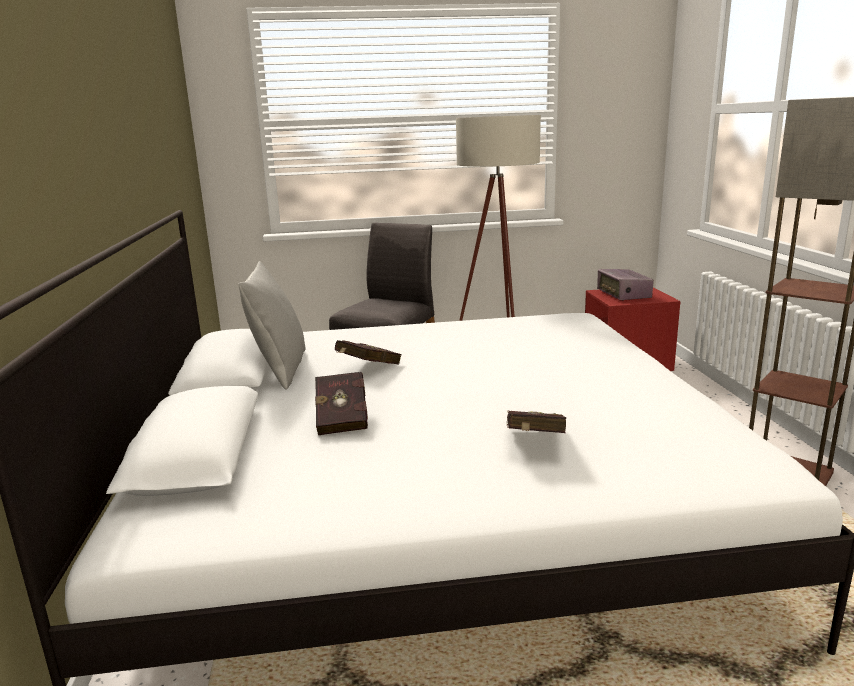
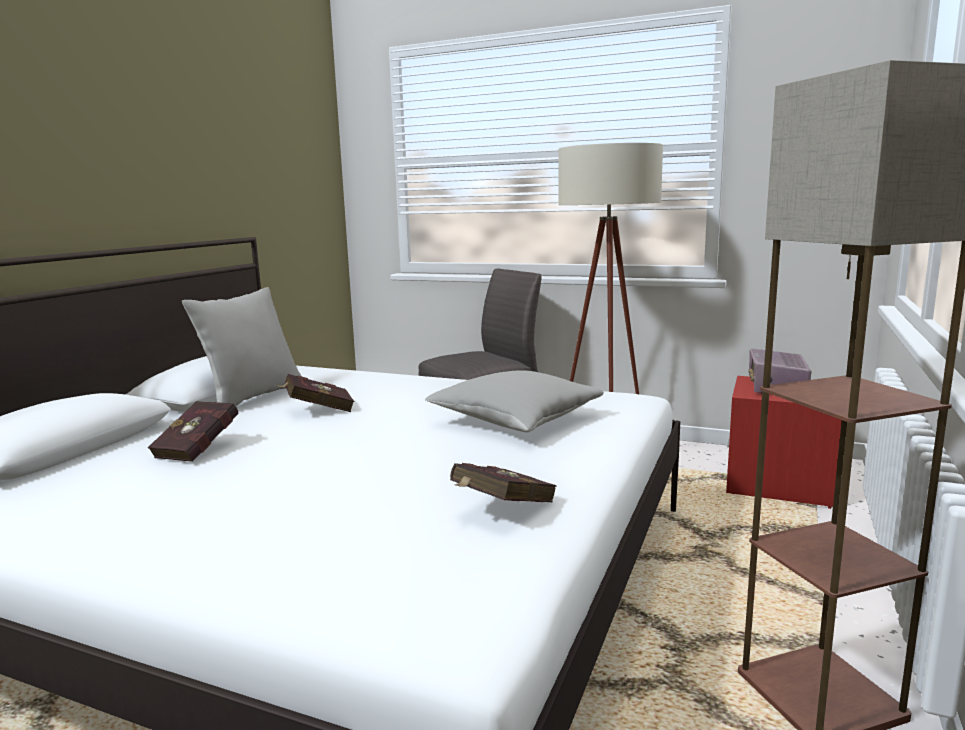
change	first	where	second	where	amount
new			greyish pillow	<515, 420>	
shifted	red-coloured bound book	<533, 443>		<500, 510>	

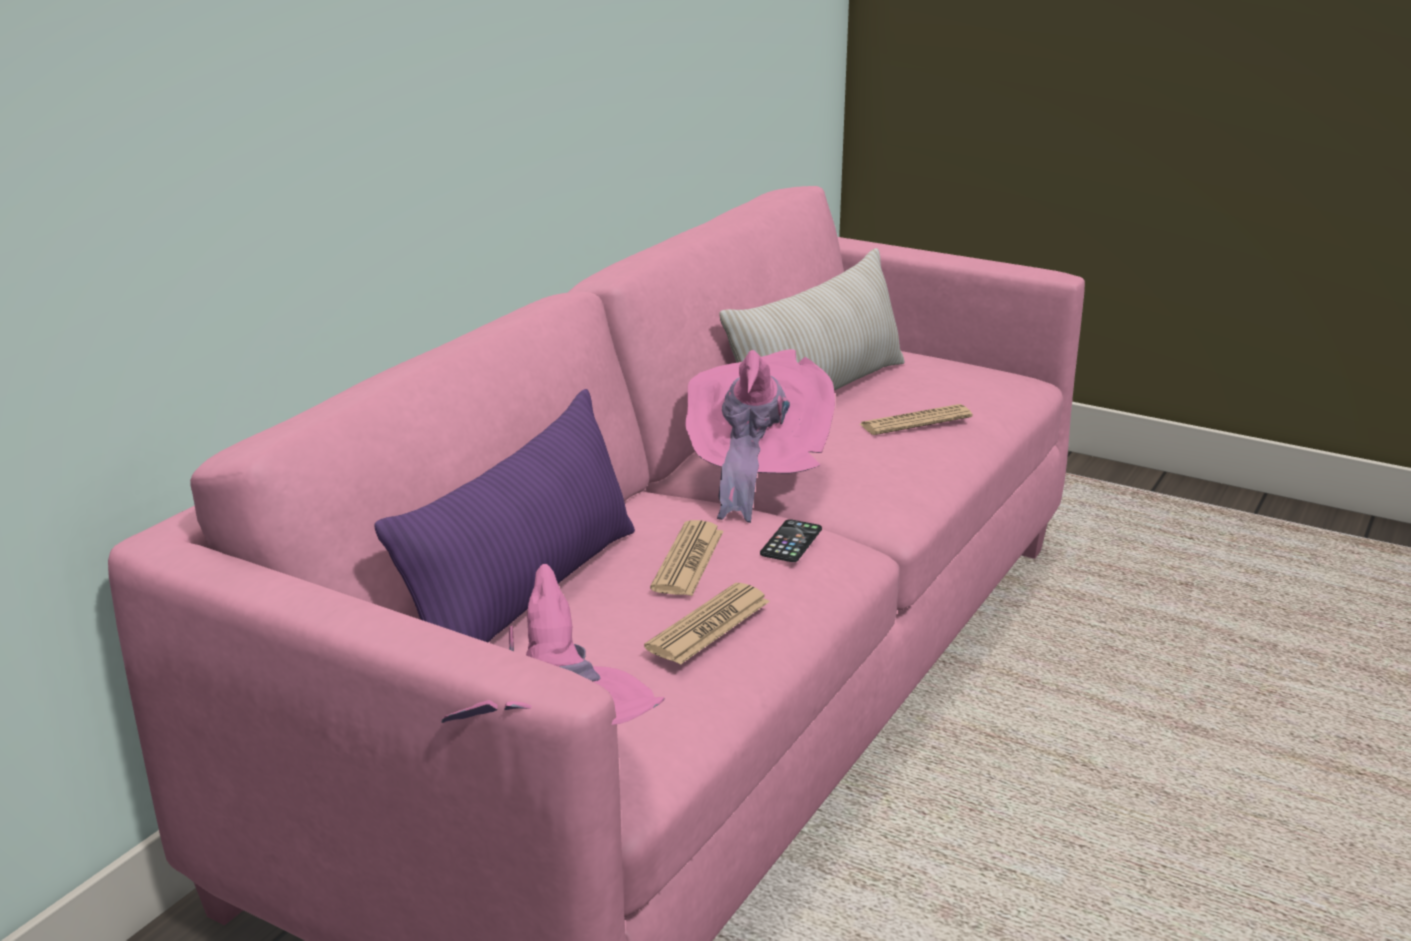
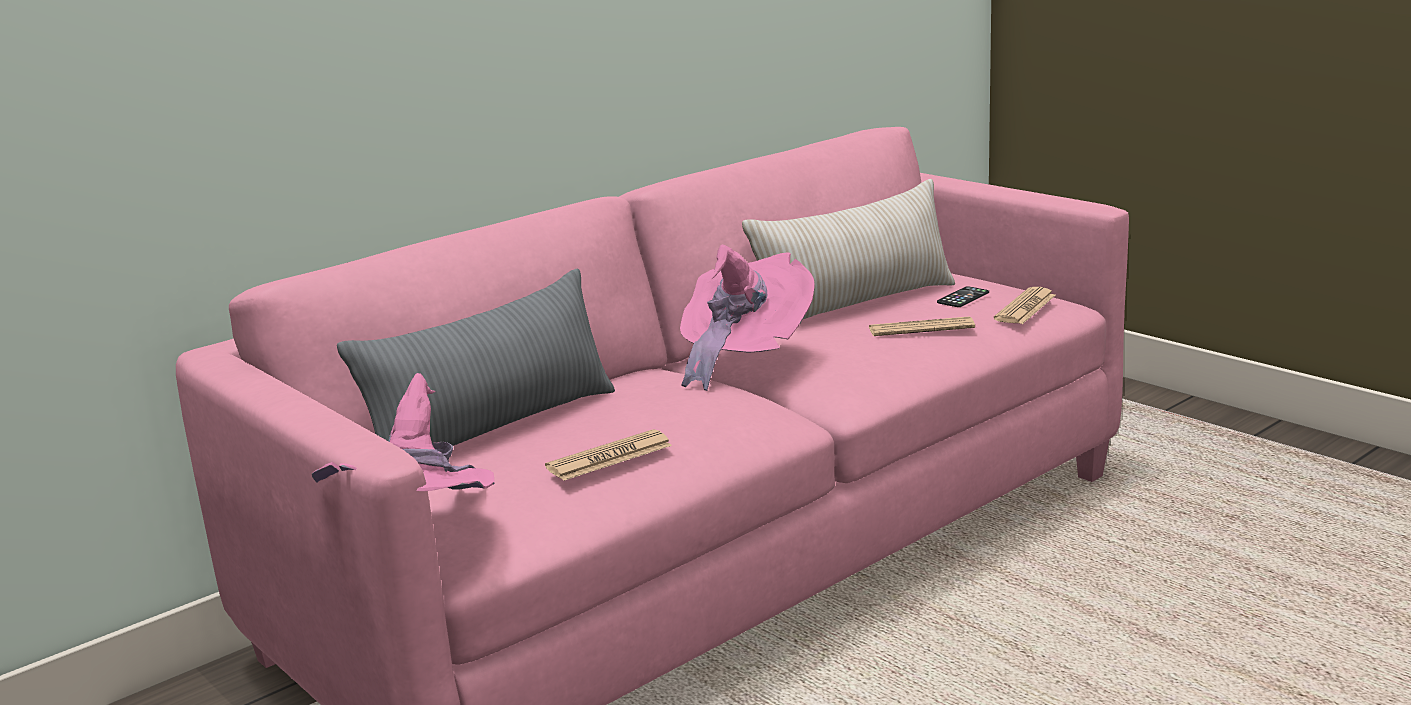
change	first	where	second	where	amount
shifted	printed paper	<688, 560>		<1025, 307>	
shifted	handset	<791, 542>		<963, 298>	
repainted	purple pillow	<525, 598>	greyish pillow	<494, 429>	

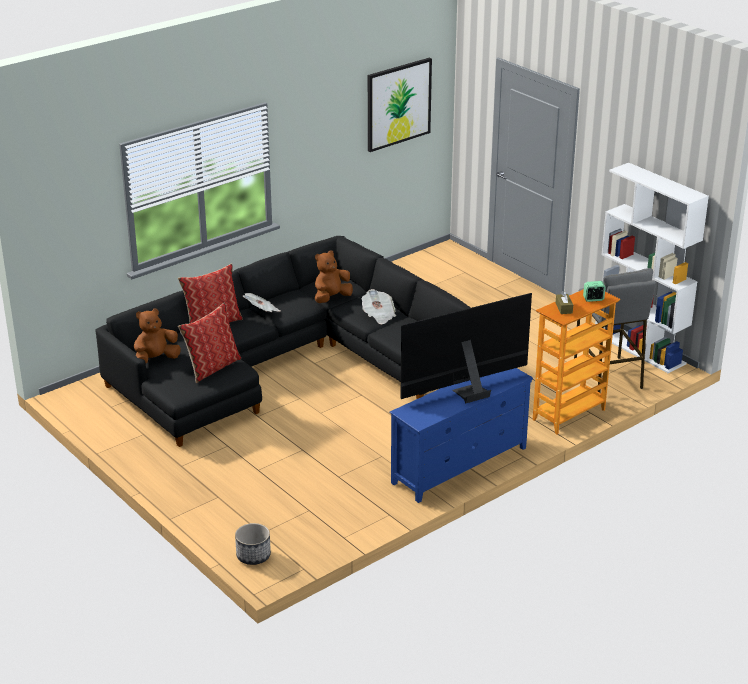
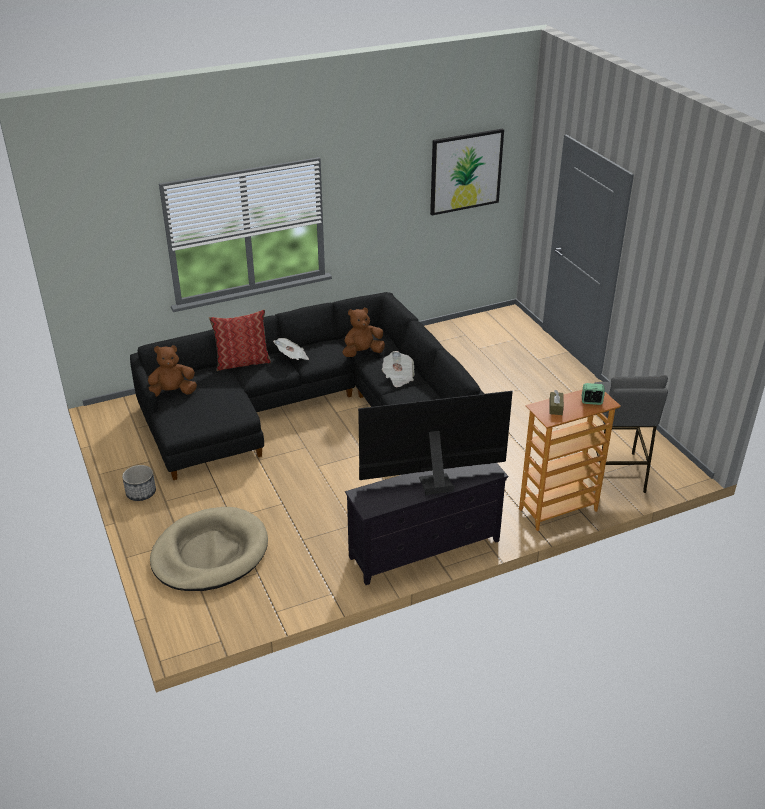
change	first	where	second	where	amount
gone	pillow	<212, 367>			
gone	white-coloured bookshelf	<640, 348>			
new			beige dog bed	<210, 553>	
shifted	plant pot	<253, 556>		<141, 493>	
repainted	blue tv unit	<460, 466>	black-coloured tv unit	<424, 550>	

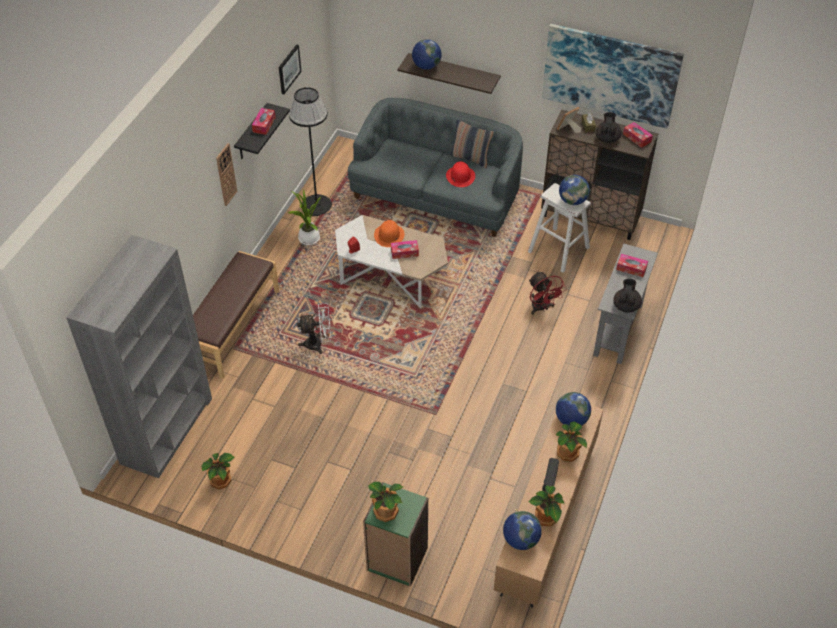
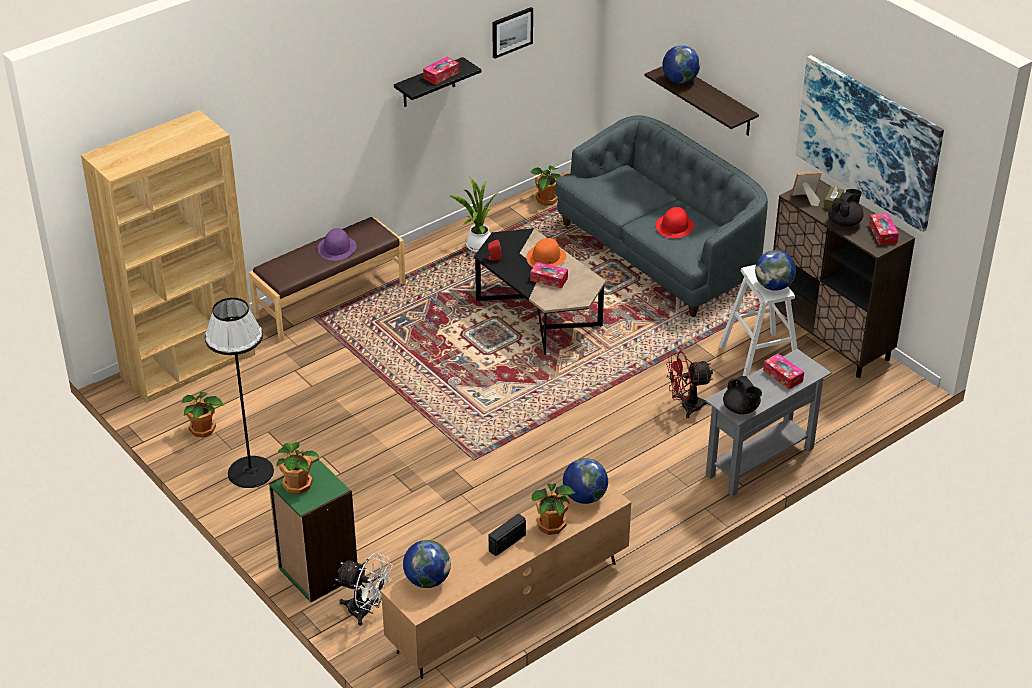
change	first	where	second	where	amount
gone	hanging clock	<226, 174>			
gone	pillow	<470, 158>			
new			purple hat	<337, 248>	
shifted	black-coloured floor lamp	<316, 205>		<250, 472>	
shifted	white-coloured fan	<318, 344>		<366, 611>	
shifted	plant in a pot	<546, 518>		<546, 200>	
repainted	greyish bookshelf	<167, 430>	brownish bookshelf	<188, 365>	
repainted	white-coloured low table	<391, 276>	black-coloured low table	<539, 313>	
rotated	red-coloured fan	<541, 308>		<685, 406>	75 degrees clockwise
rotated	black-coloured pot for tea	<626, 306>		<741, 409>	105 degrees clockwise

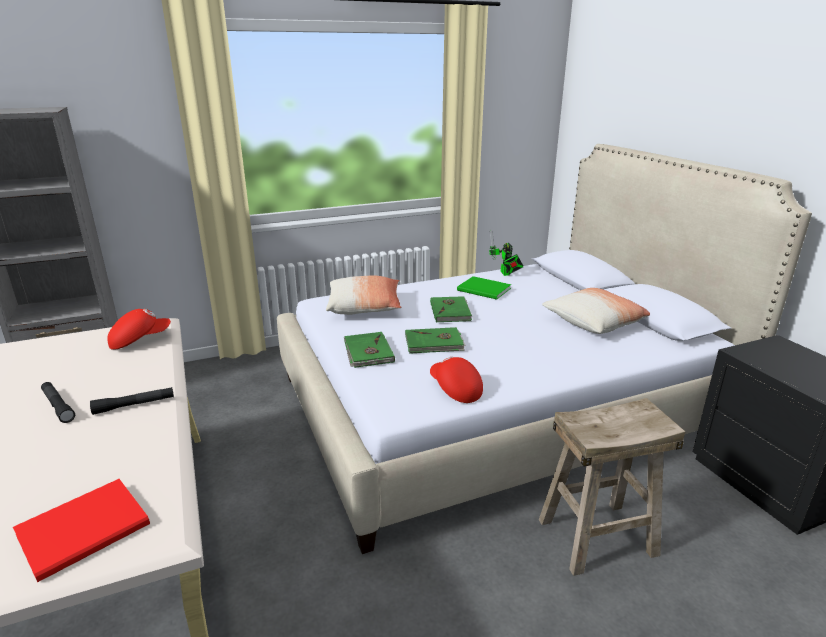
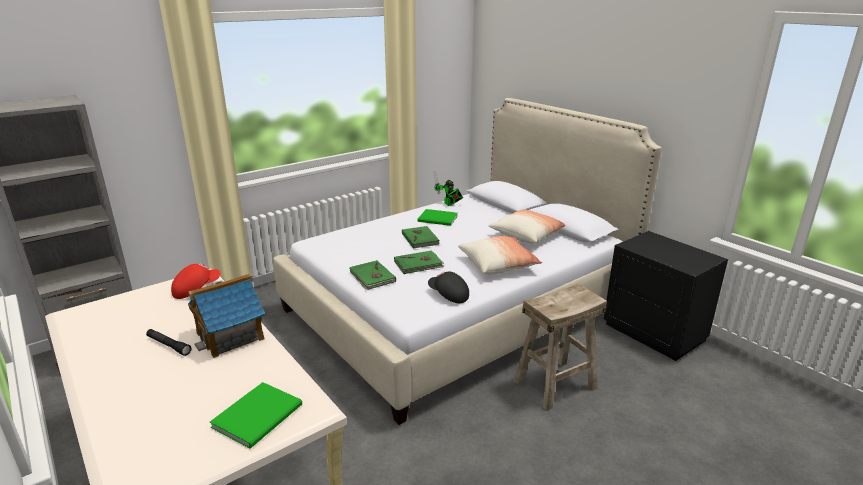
change	first	where	second	where	amount
shifted	pillow	<364, 307>		<498, 265>	
swapped	black-coloured hand torch	<134, 405>	toy house	<231, 336>	
repainted	red-coloured bound book	<88, 529>	green-coloured bound book	<260, 415>	
repainted	red-coloured peaked cap	<455, 389>	black-coloured peaked cap	<448, 295>	

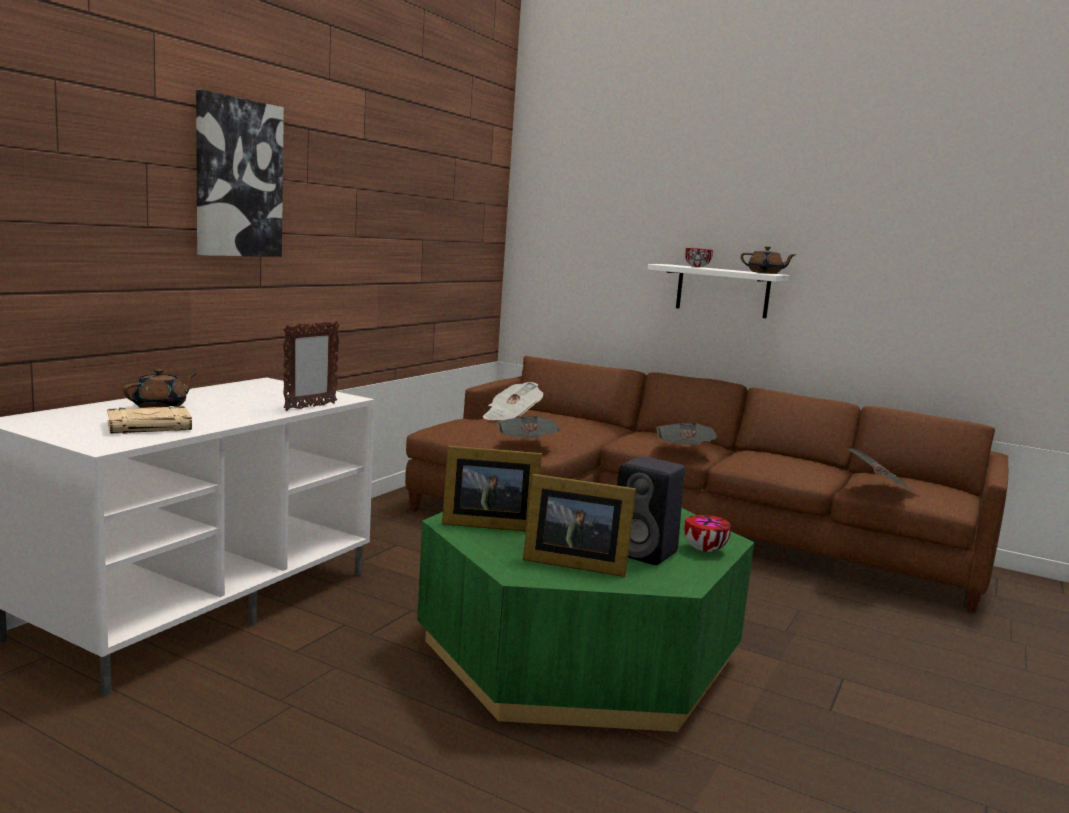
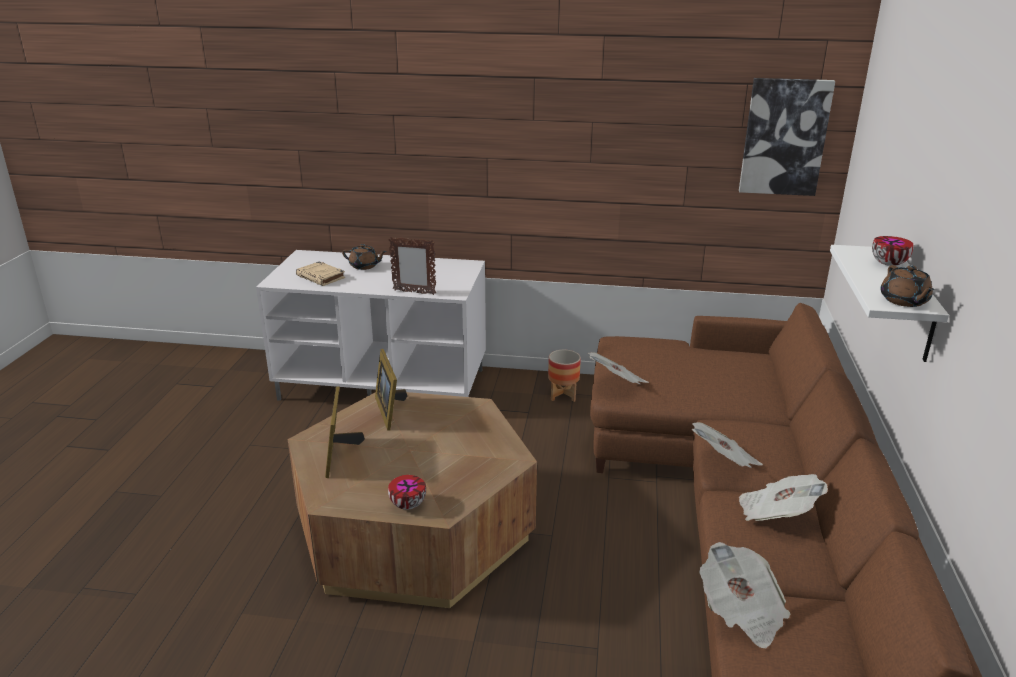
change	first	where	second	where	amount
gone	black-coloured loudspeaker	<645, 553>			
new			plant pot	<563, 395>	
shifted	wall art	<238, 178>		<784, 137>	
shifted	printed paper	<510, 417>		<776, 514>	
repainted	green-coloured low table	<578, 652>	brownish low table	<414, 530>	

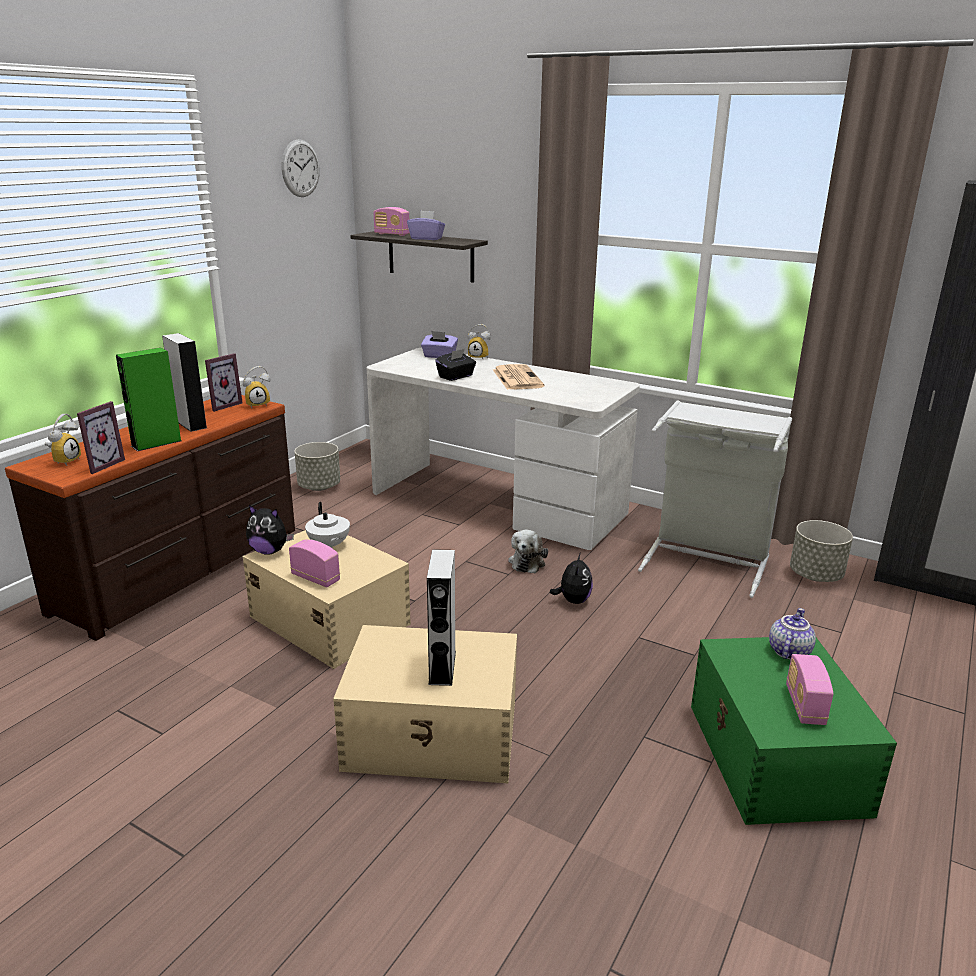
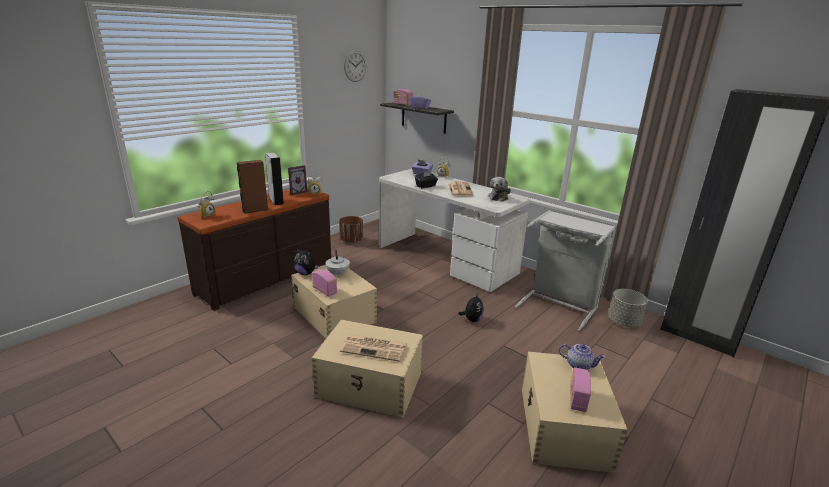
change	first	where	second	where	amount
gone	photo frame	<100, 465>			
shifted	cuddly toy	<527, 562>		<498, 197>	
swapped	greyish loudspeaker	<442, 667>	printed paper	<375, 348>	
repainted	green-coloured loudspeaker	<156, 443>	brownish loudspeaker	<255, 210>	
repainted	greyish plant pot	<319, 486>	brownish plant pot	<351, 240>	
repainted	green-coloured storage container	<775, 759>	beige storage container	<563, 428>	
rotated	pot for tea	<788, 651>		<579, 365>	75 degrees clockwise

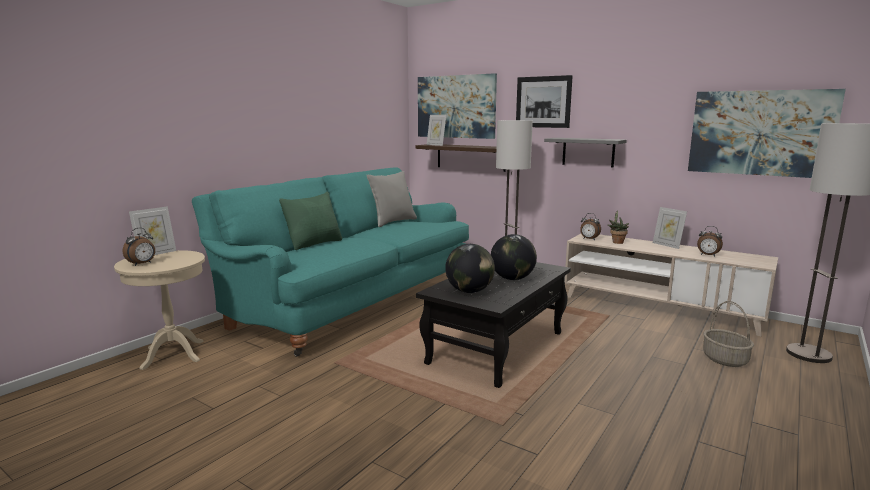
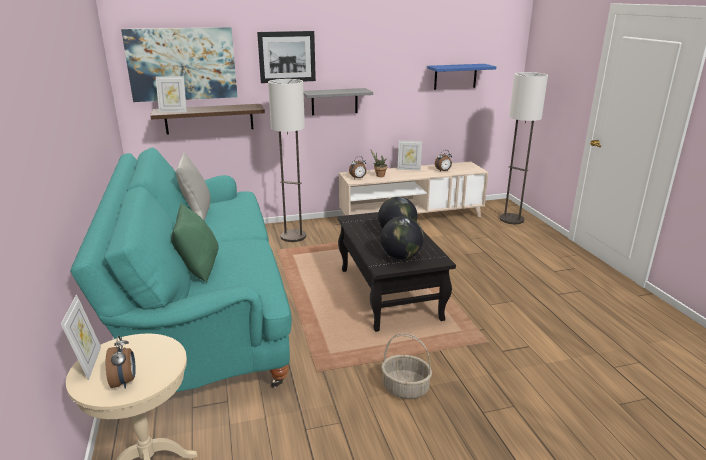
change	first	where	second	where	amount
shifted	basket	<725, 359>		<406, 388>	
swapped	wall art	<760, 133>	blue bracket shelf	<455, 76>	

